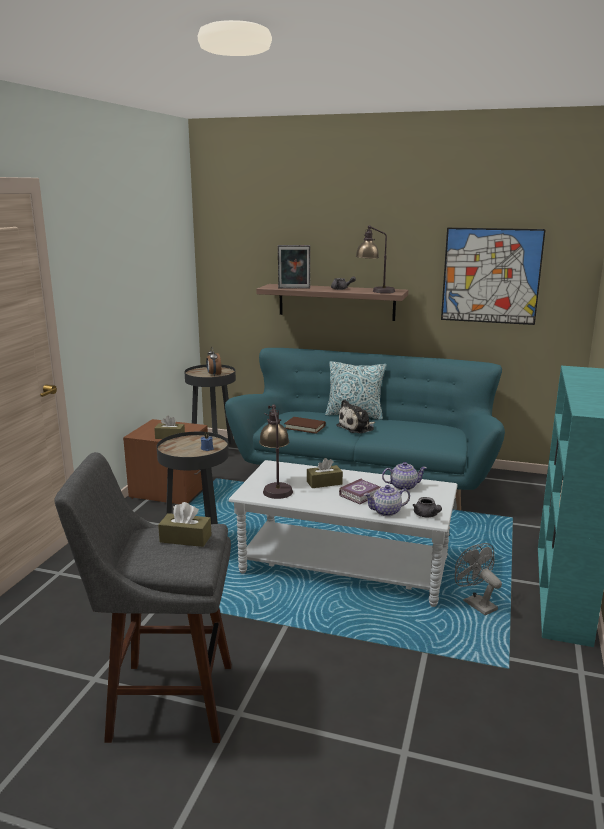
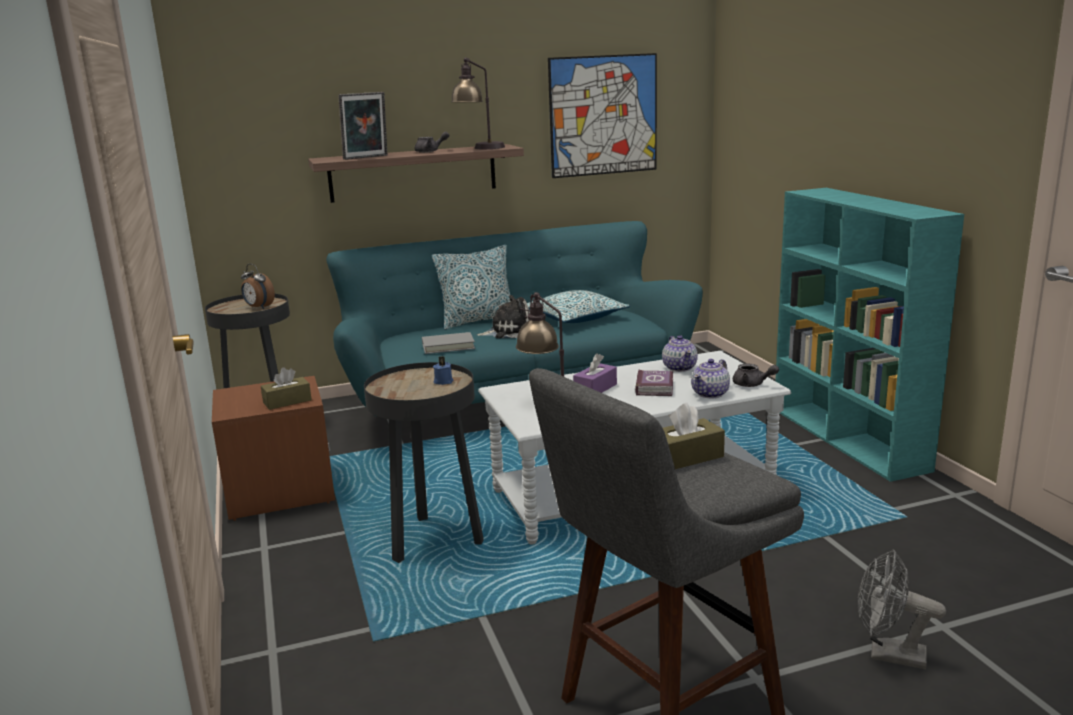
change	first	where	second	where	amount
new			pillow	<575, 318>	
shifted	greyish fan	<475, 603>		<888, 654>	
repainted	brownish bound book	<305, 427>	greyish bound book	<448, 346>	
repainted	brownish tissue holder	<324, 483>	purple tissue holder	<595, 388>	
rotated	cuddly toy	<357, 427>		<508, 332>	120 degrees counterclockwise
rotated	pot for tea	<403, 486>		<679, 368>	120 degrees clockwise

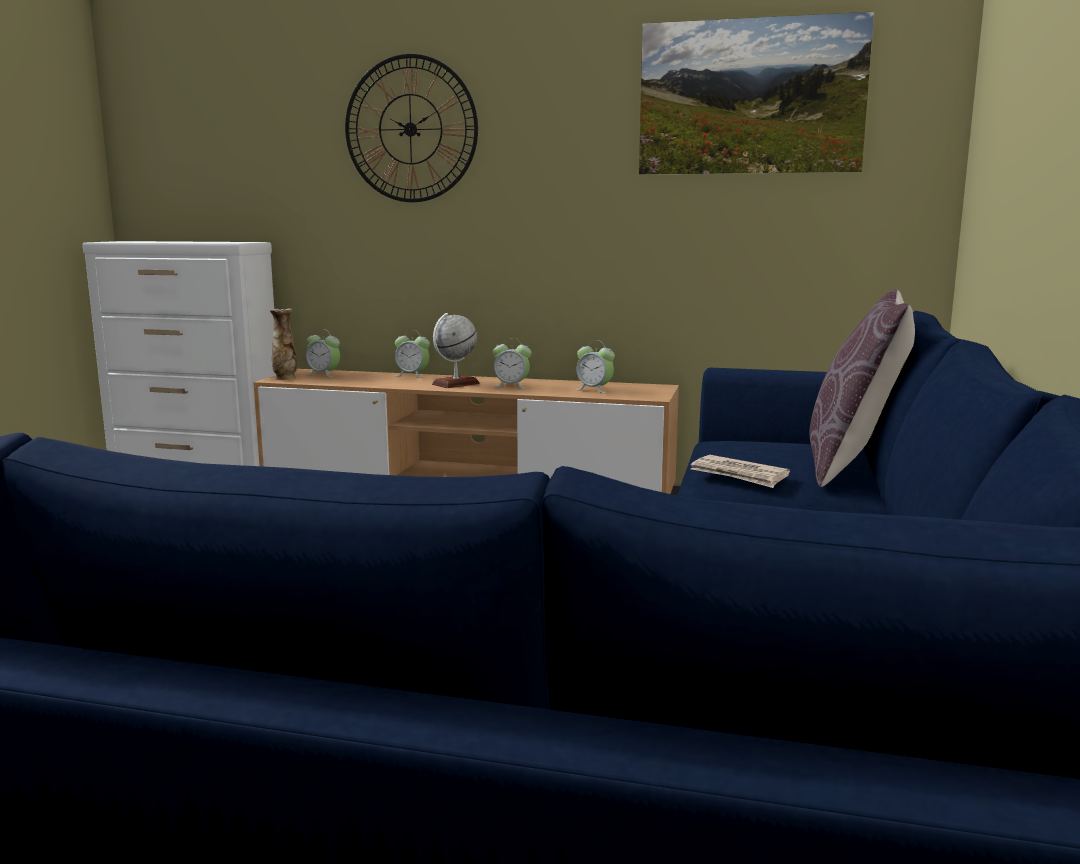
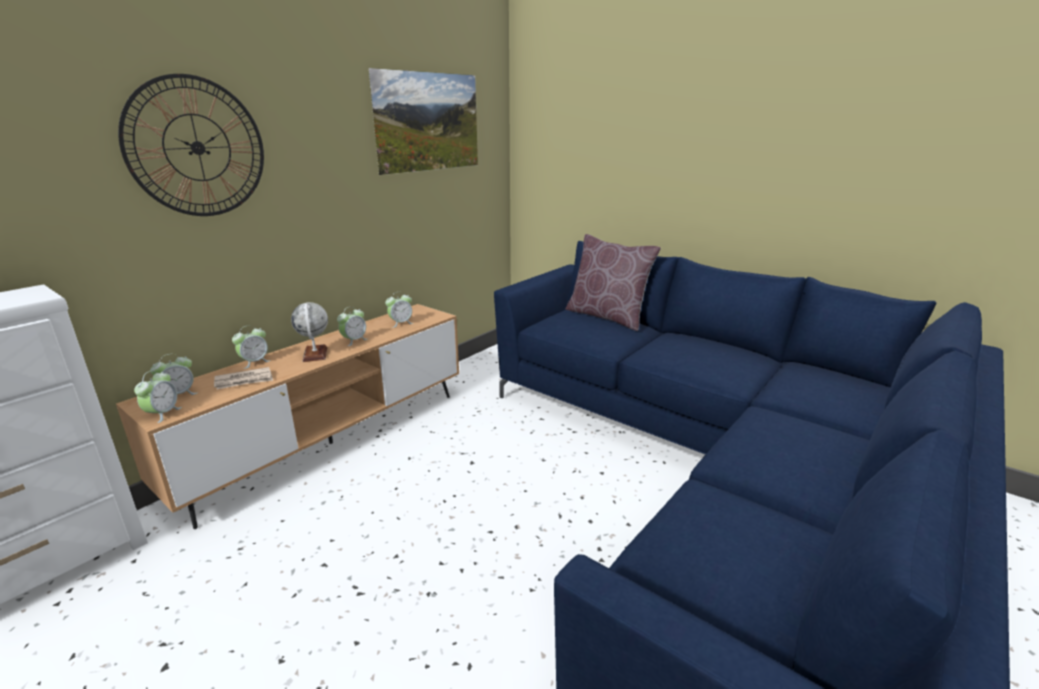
change	first	where	second	where	amount
shifted	printed paper	<739, 475>		<244, 381>	
swapped	decorative vase	<285, 378>	alarm clock	<162, 414>	

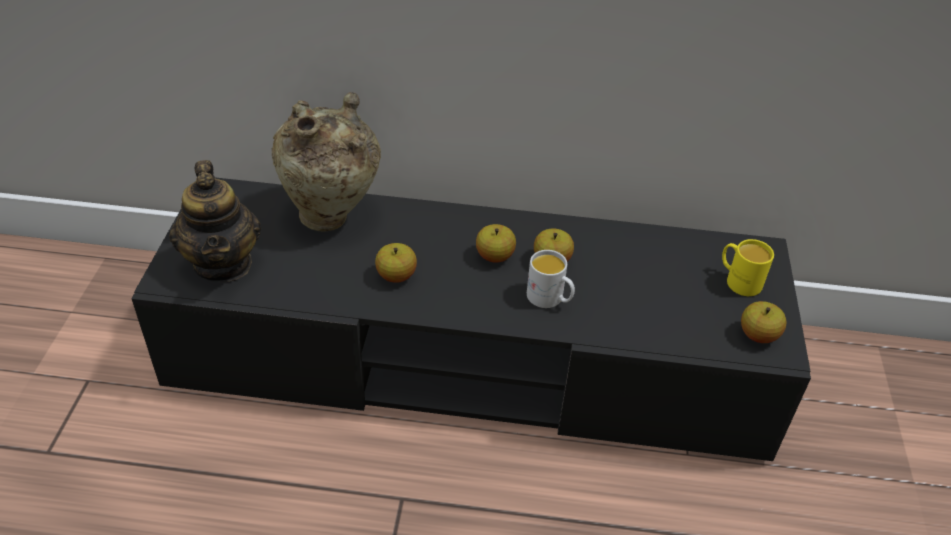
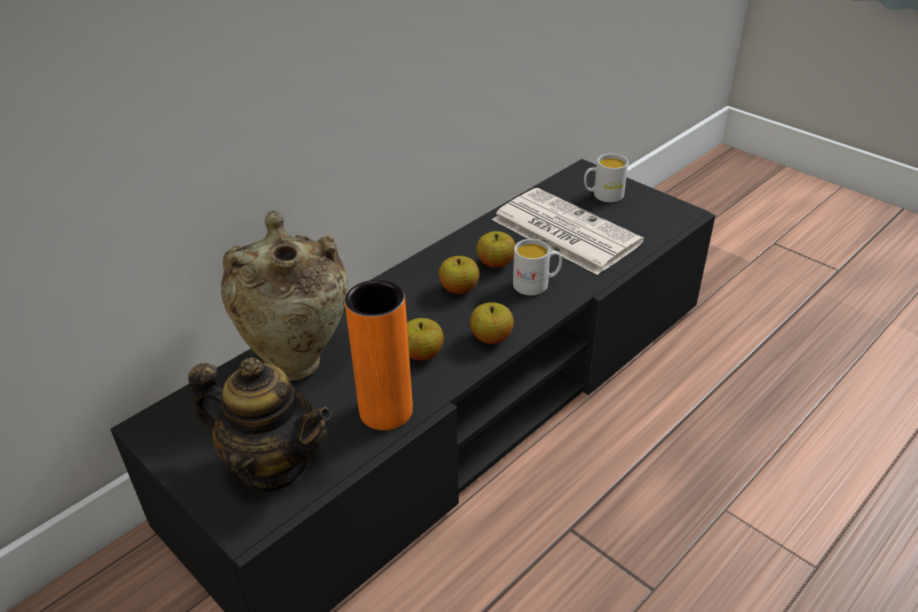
change	first	where	second	where	amount
new			orangey decorative vase	<386, 411>	
new			printed paper	<563, 231>	
shifted	apple	<758, 335>		<491, 338>	
repainted	yellow coffee mug	<738, 281>	white-coloured coffee mug	<603, 195>	

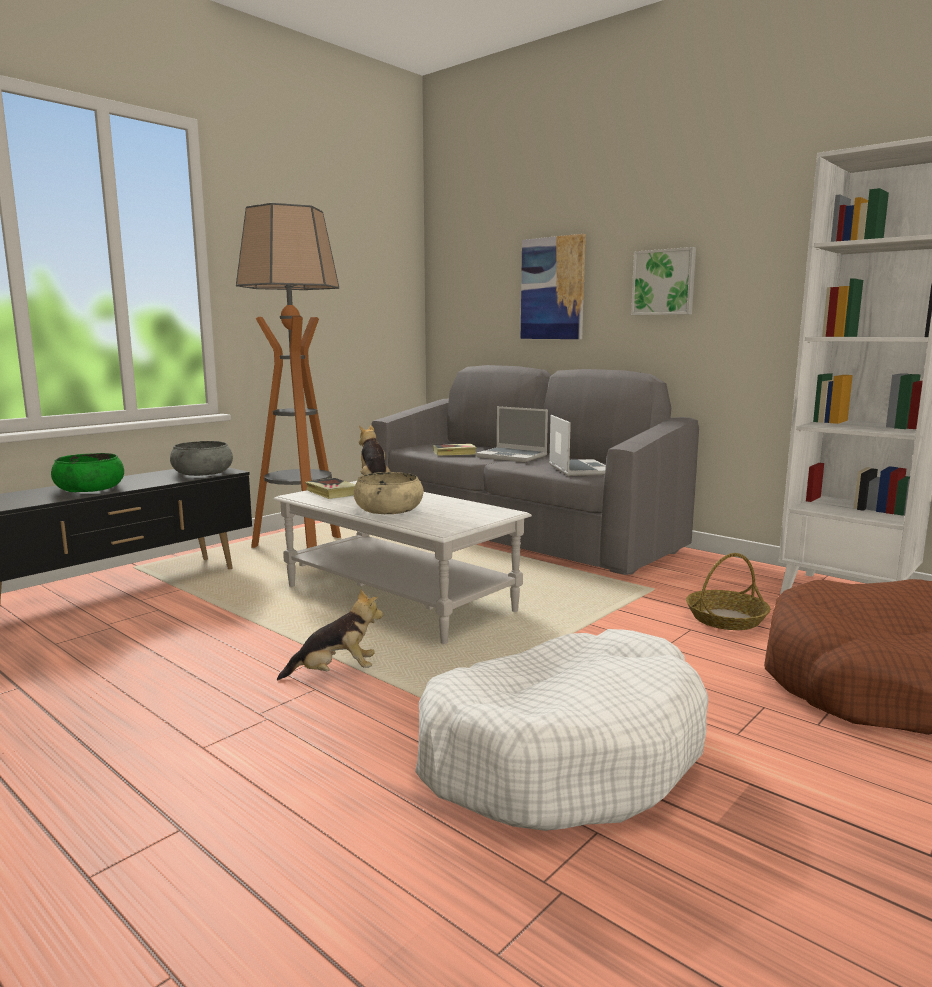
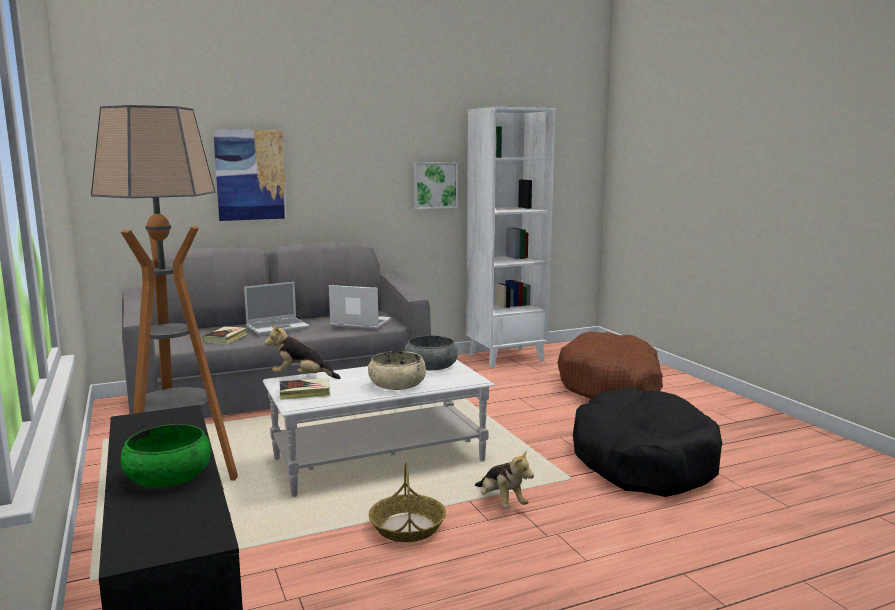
change	first	where	second	where	amount
shifted	greyish serving bowl	<202, 473>		<431, 366>	
shifted	wall art	<664, 282>		<435, 185>	
shifted	basket	<726, 619>		<407, 527>	
repainted	white-coloured dog bed	<562, 754>	black-coloured dog bed	<642, 460>	
rotated	cuddly toy	<335, 673>		<501, 502>	135 degrees clockwise

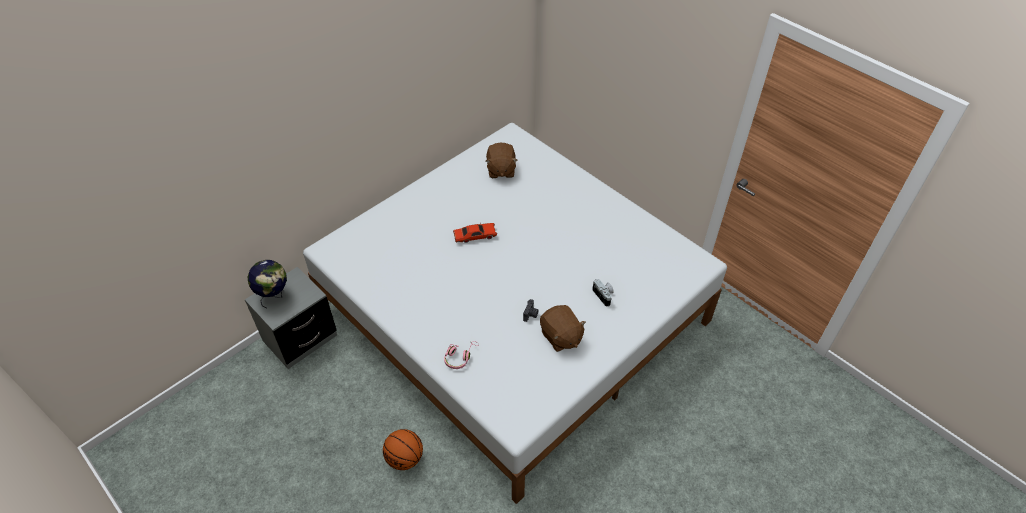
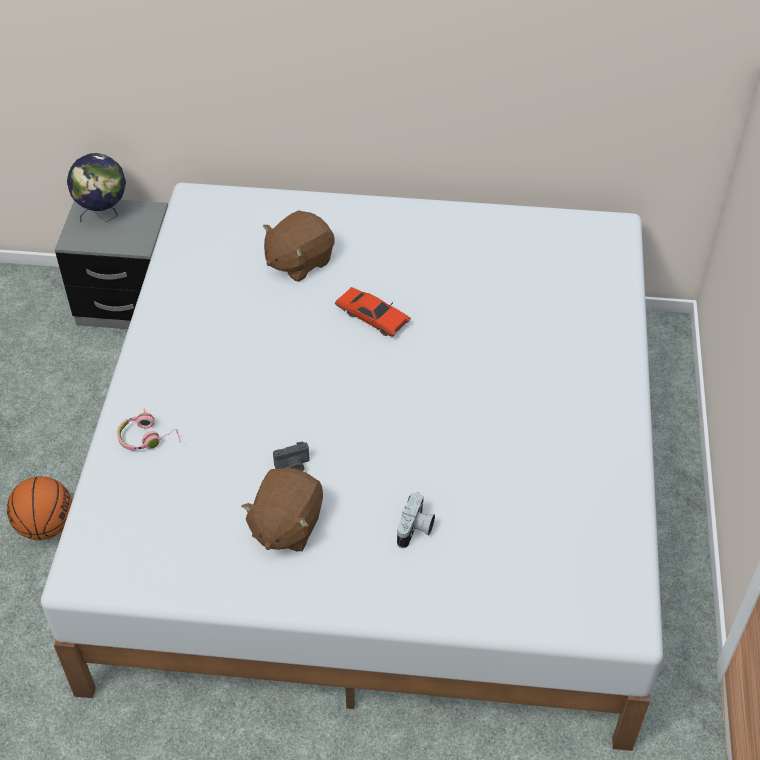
change	first	where	second	where	amount
shifted	brownish cuddly toy	<500, 170>		<299, 261>	

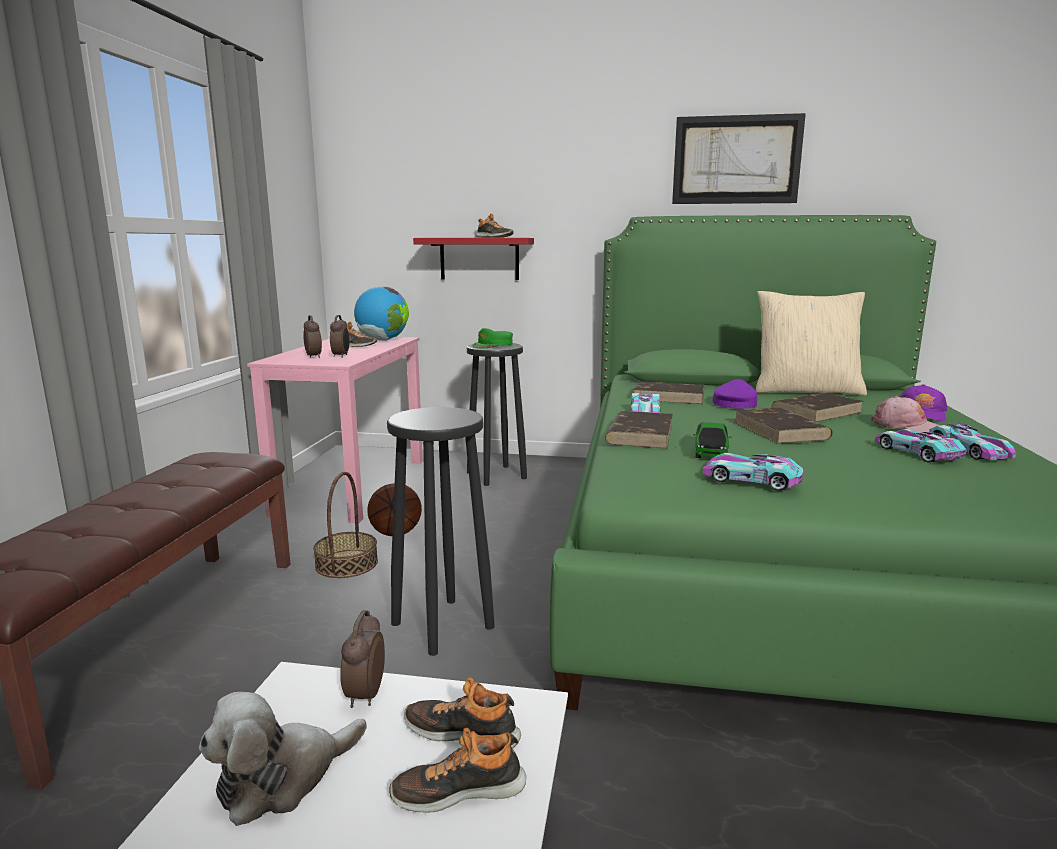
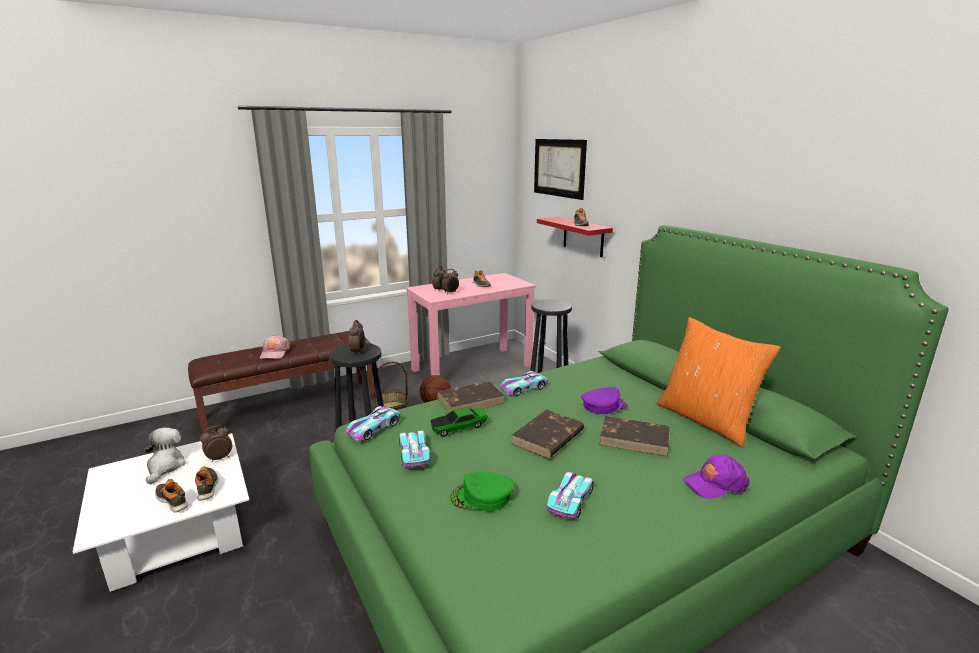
change	first	where	second	where	amount
gone	world globe	<383, 340>			
gone	brownish bound book	<669, 397>			
new			alarm clock	<358, 352>	
shifted	green-coloured peaked cap	<493, 345>		<482, 497>	
shifted	wall art	<736, 160>		<559, 168>	
shifted	pink peaked cap	<906, 427>		<274, 353>	
shifted	model car	<969, 450>		<373, 428>	
repainted	beige pillow	<805, 391>	orangey pillow	<706, 420>	
rotated	cuddly toy	<282, 778>		<165, 467>	75 degrees clockwise

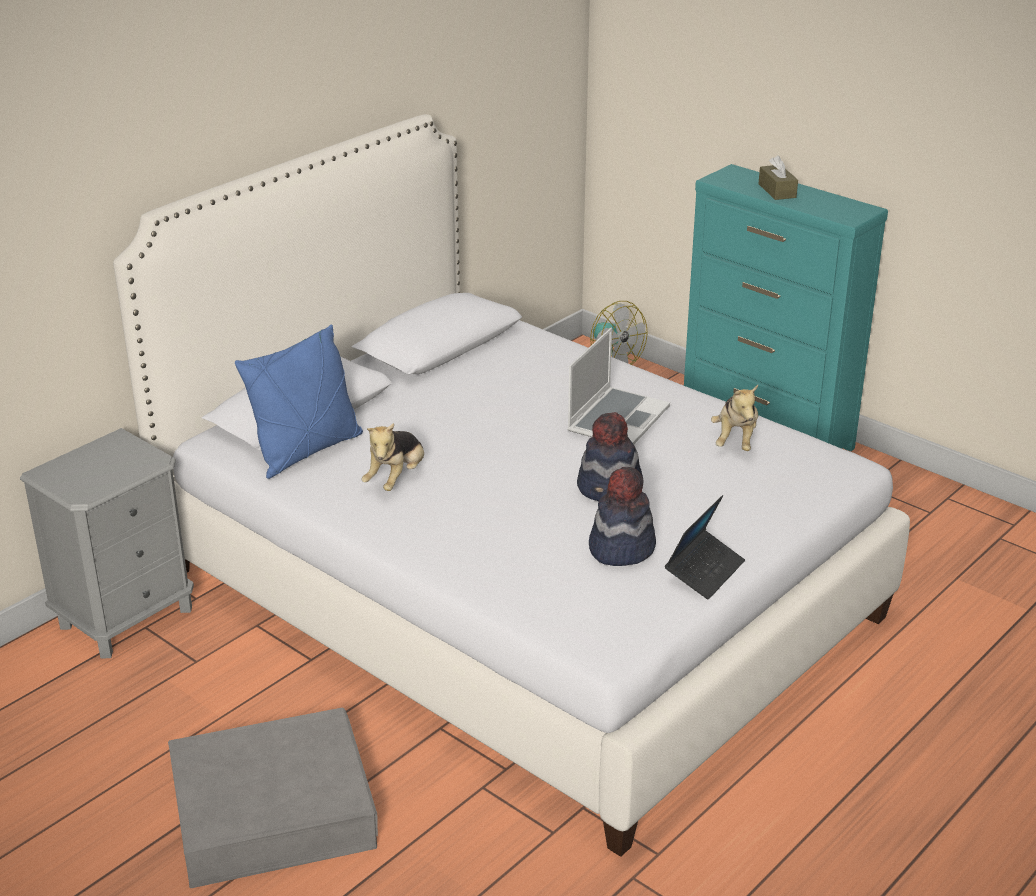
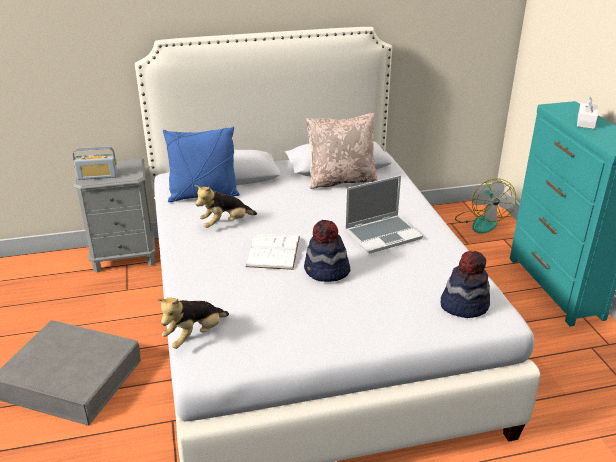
change	first	where	second	where	amount
gone	notebook computer	<704, 571>			
new			radio set	<97, 176>	
new			white-coloured bound book	<273, 251>	
new			beige pillow	<341, 180>	
shifted	hat	<621, 548>		<464, 305>	
shifted	cuddly toy	<735, 440>		<195, 336>	
repainted	brownish tissue holder	<777, 191>	white-coloured tissue holder	<586, 122>	

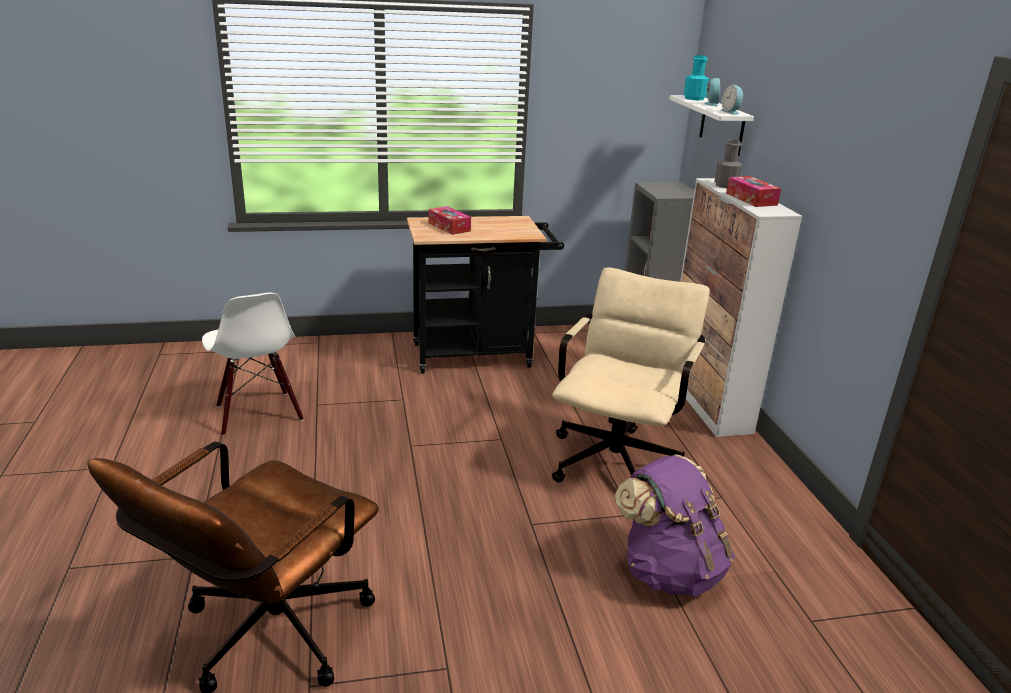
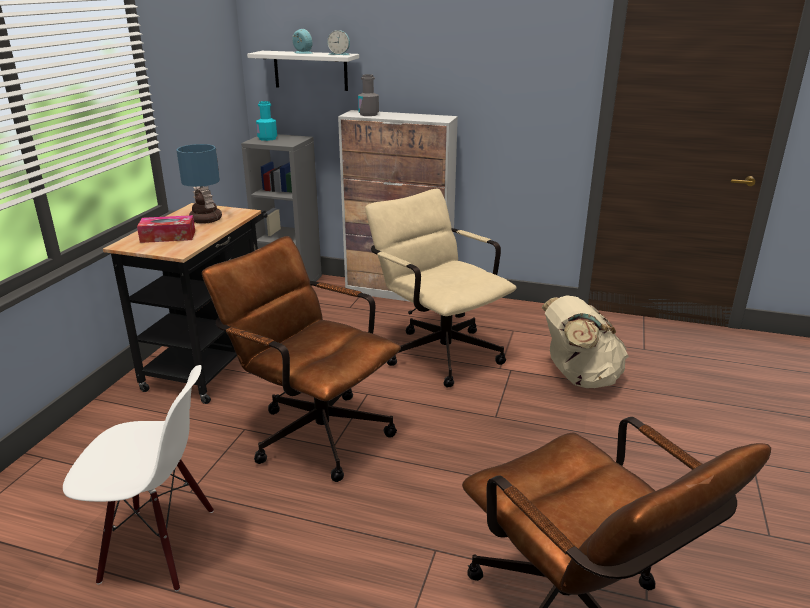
change	first	where	second	where	amount
gone	tissue holder	<751, 199>			
new			table lamp	<205, 219>	
new			brownish office chair	<313, 431>	
shifted	turquoise bottle	<694, 98>		<267, 138>	
repainted	purple backpack	<669, 571>	beige backpack	<579, 378>	

